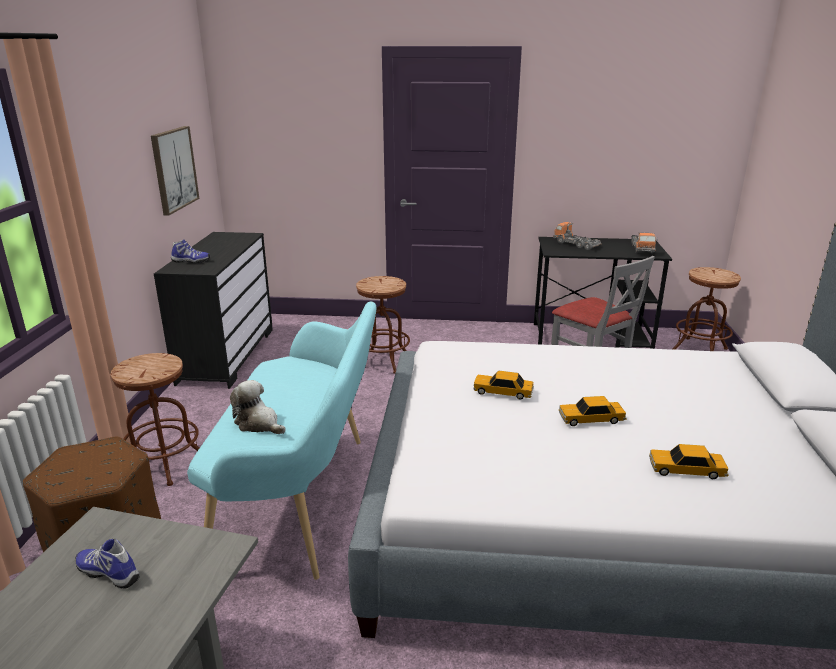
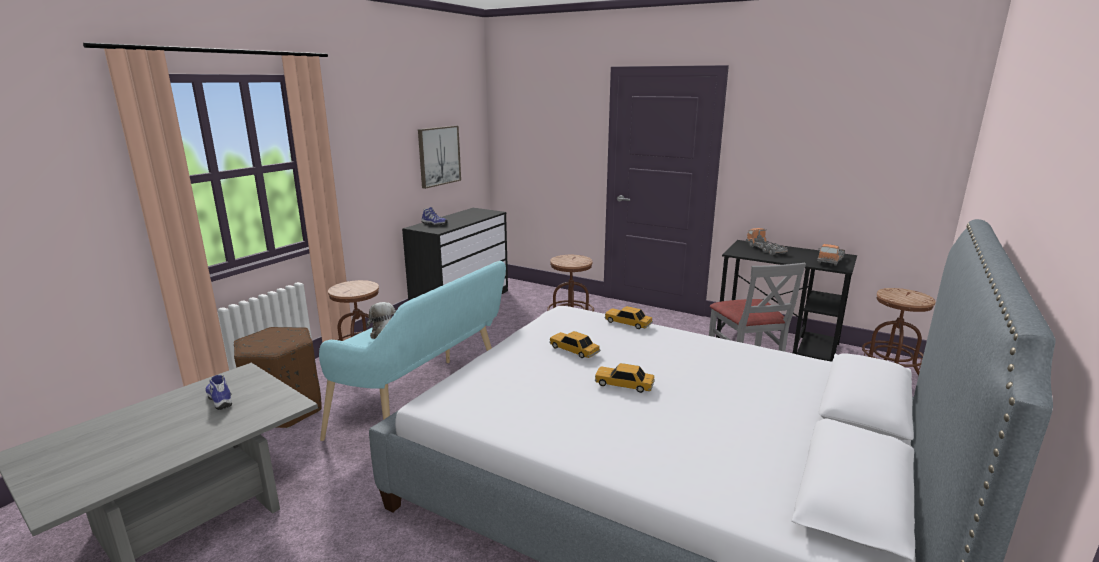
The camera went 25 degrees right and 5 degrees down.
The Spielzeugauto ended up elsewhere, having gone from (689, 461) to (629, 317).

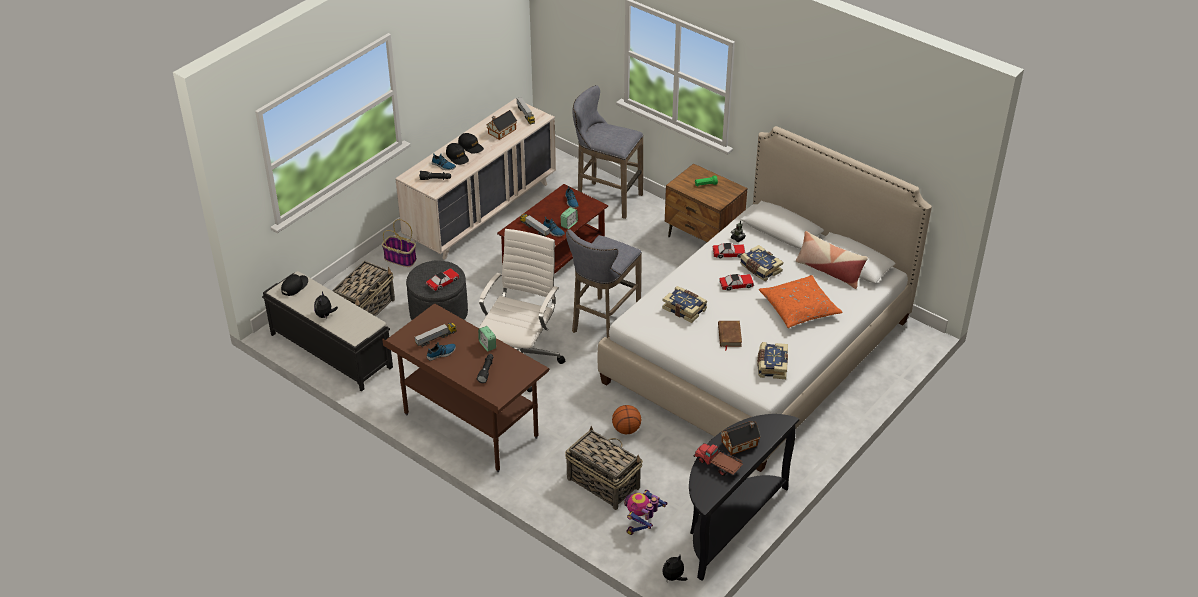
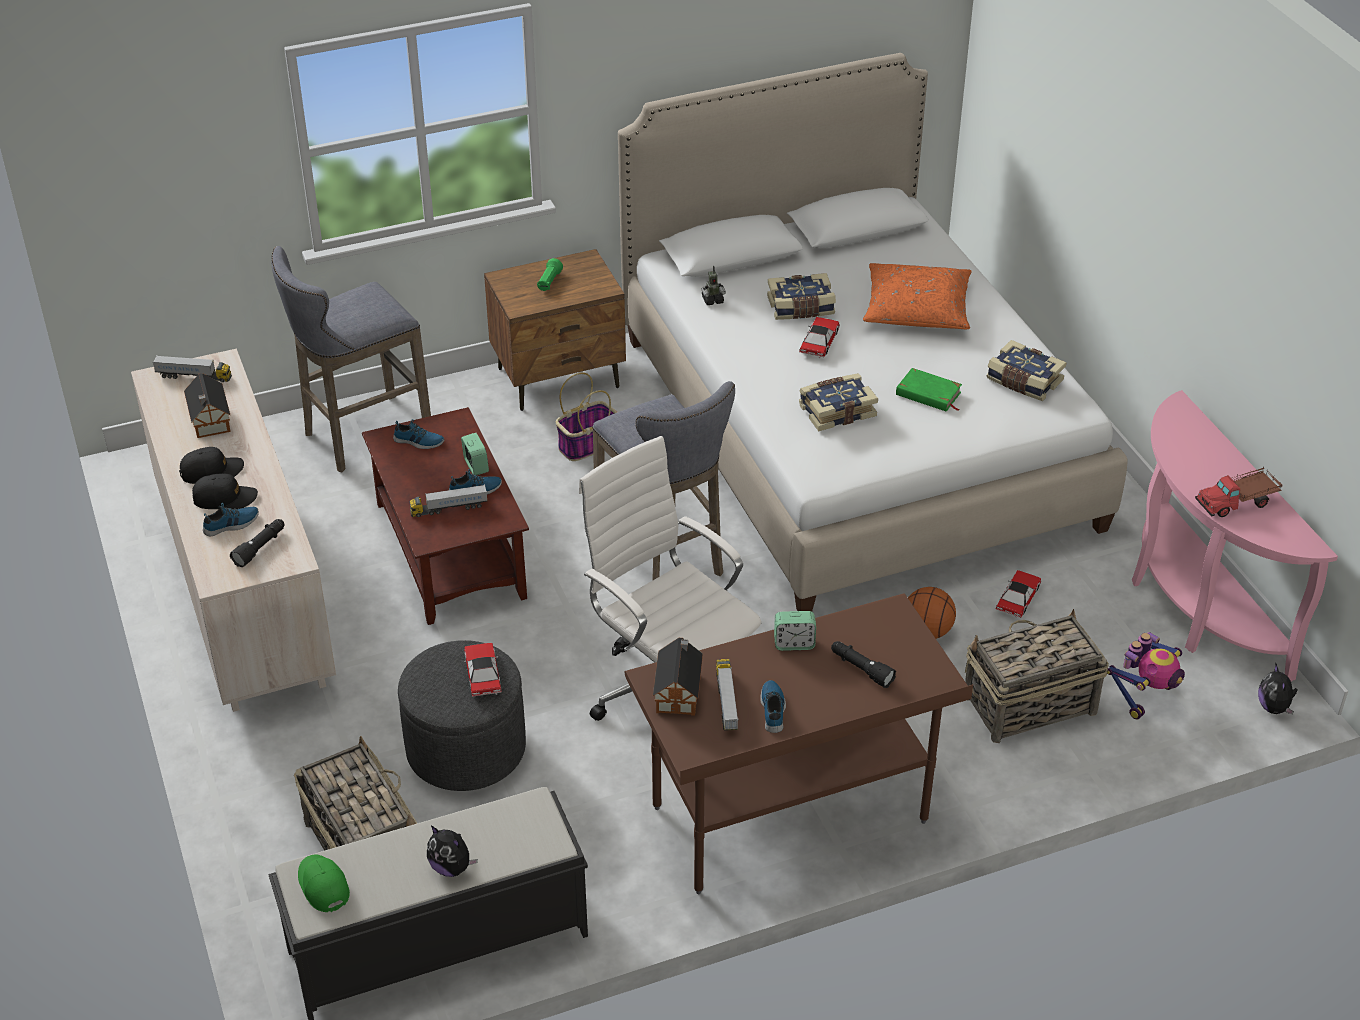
The camera went 60 degrees left and 0 degrees up.
The Korb ended up elsewhere, having gone from (399, 243) to (586, 416).
The second view lost the Kissen at (832, 260).
The Spielzeugauto ended up elsewhere, having gone from (728, 250) to (1018, 594).
What was the Kappe (schwarz) at (294, 285) turned into the Kappe (grün) at (324, 883).
What was the Buch (braun) at (730, 336) turned into the Buch (grün) at (929, 390).
What was the Konsolentisch (schwarz) at (744, 497) turned into the Konsolentisch (rosa) at (1235, 536).
The Spielzeughaus ended up elsewhere, having gone from (741, 438) to (678, 677).
The Spielzeugroboter at (646, 512) ended up facing another way, 105 degrees counterclockwise from before.

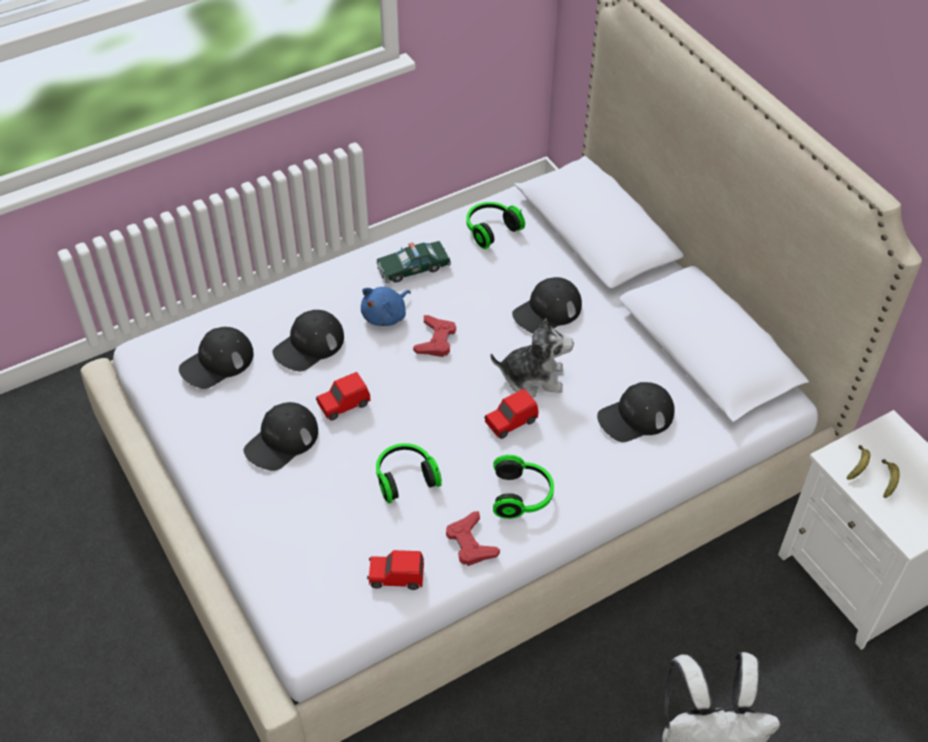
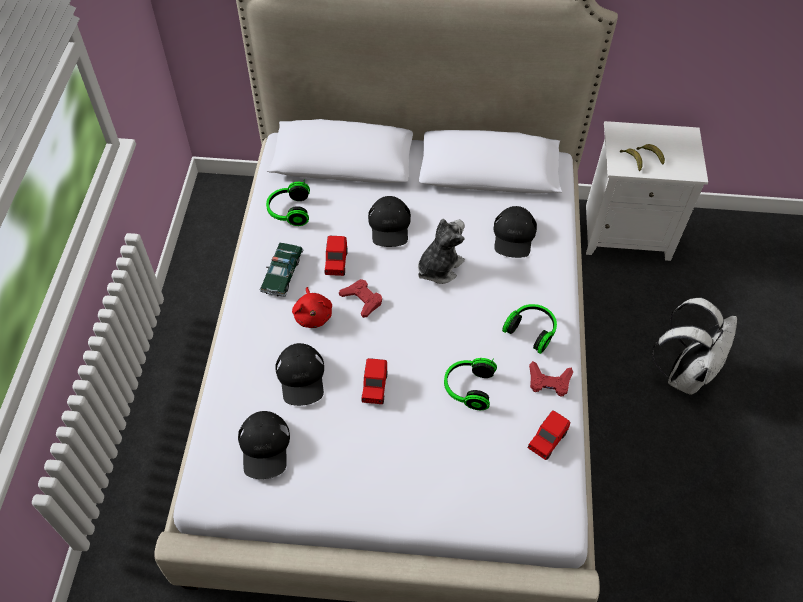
The camera went 55 degrees left and 5 degrees up.
What was the Plüschtier (blau) at (386, 306) turned into the Plüschtier (rot) at (312, 307).
The Spielzeugauto (rot) ended up elsewhere, having gone from (511, 414) to (336, 256).
The second view lost the Kappe (schwarz) at (281, 436).

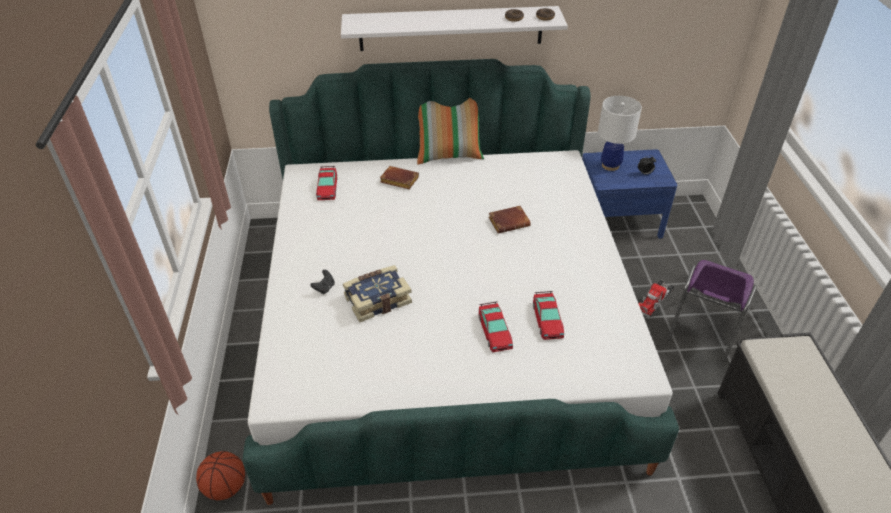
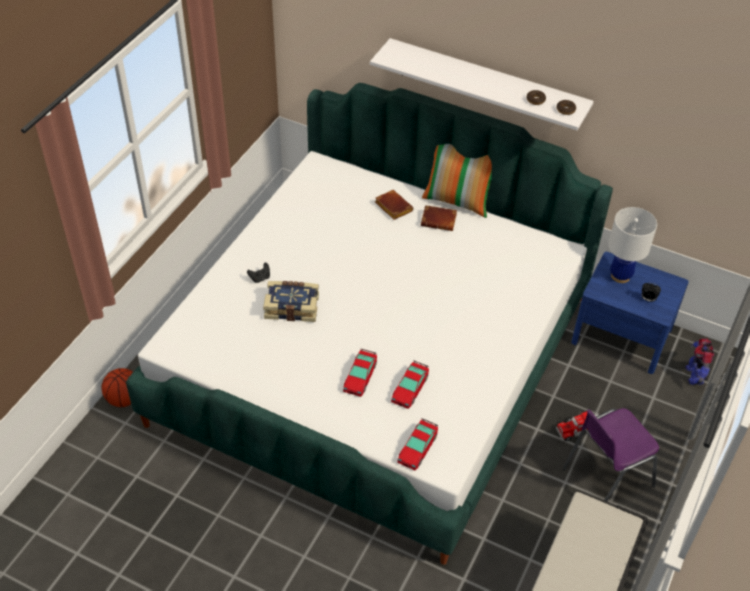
The camera went 30 degrees right and 5 degrees up.
The Spielzeugauto ended up elsewhere, having gone from (326, 183) to (417, 444).
The Buch (braun) ended up elsewhere, having gone from (510, 220) to (439, 218).
The second view gained the Spielzeugroboter at (699, 362).

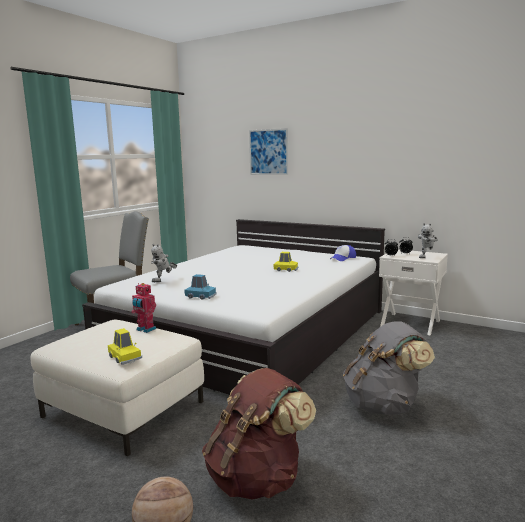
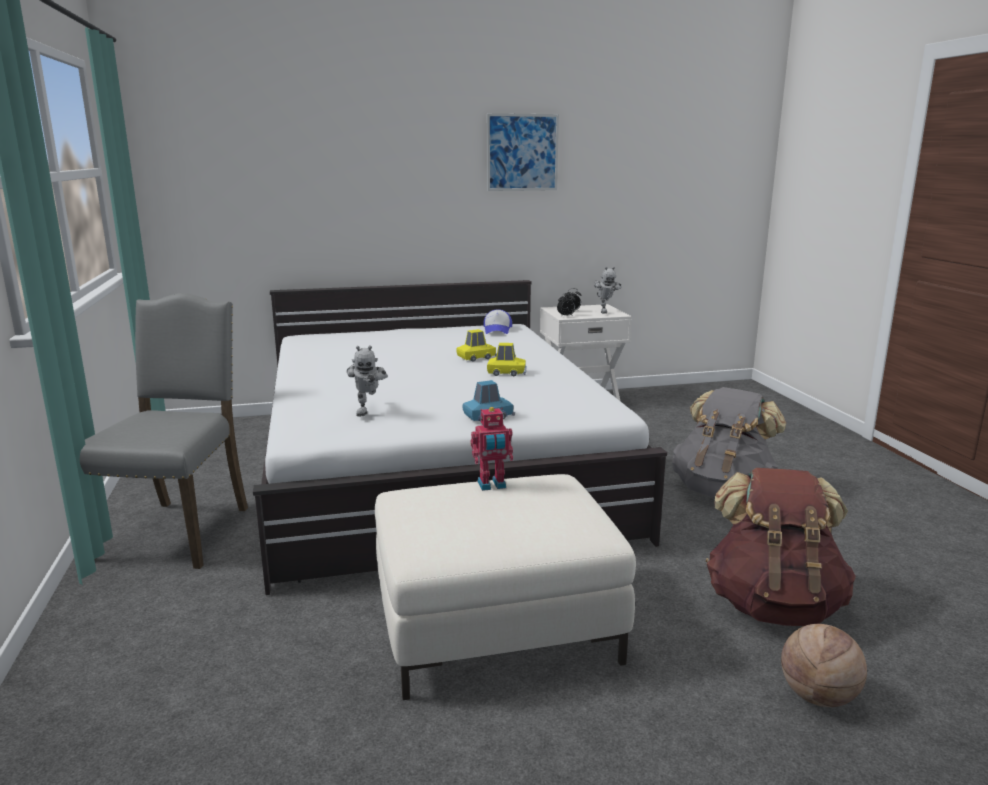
The camera went 45 degrees left and 5 degrees up.
The Bild ended up elsewhere, having gone from (268, 151) to (523, 152).
The Spielzeugauto (gelb) ended up elsewhere, having gone from (125, 346) to (507, 359).

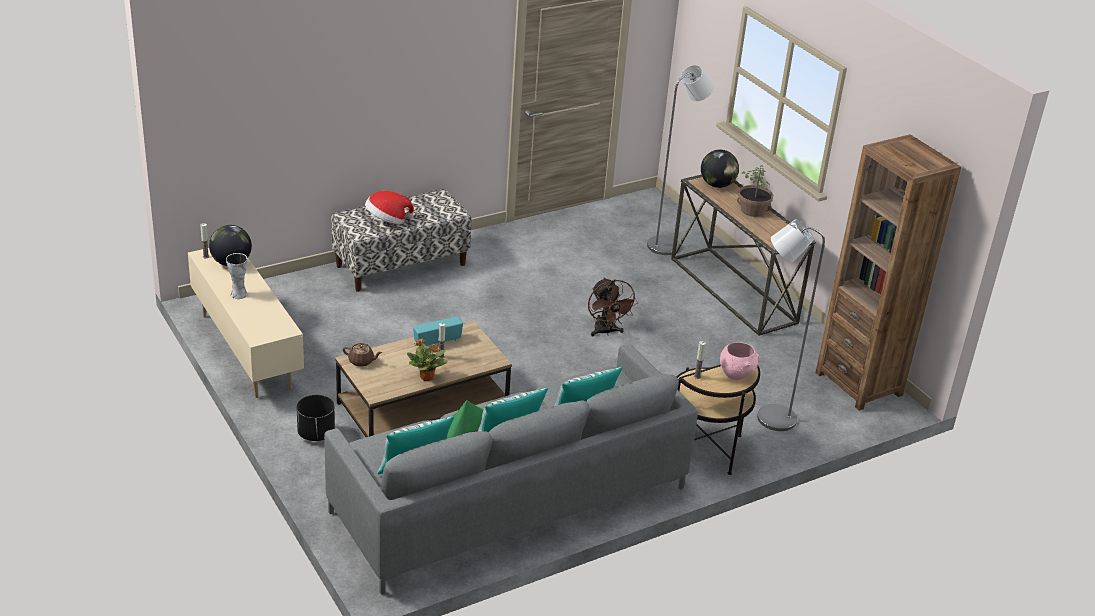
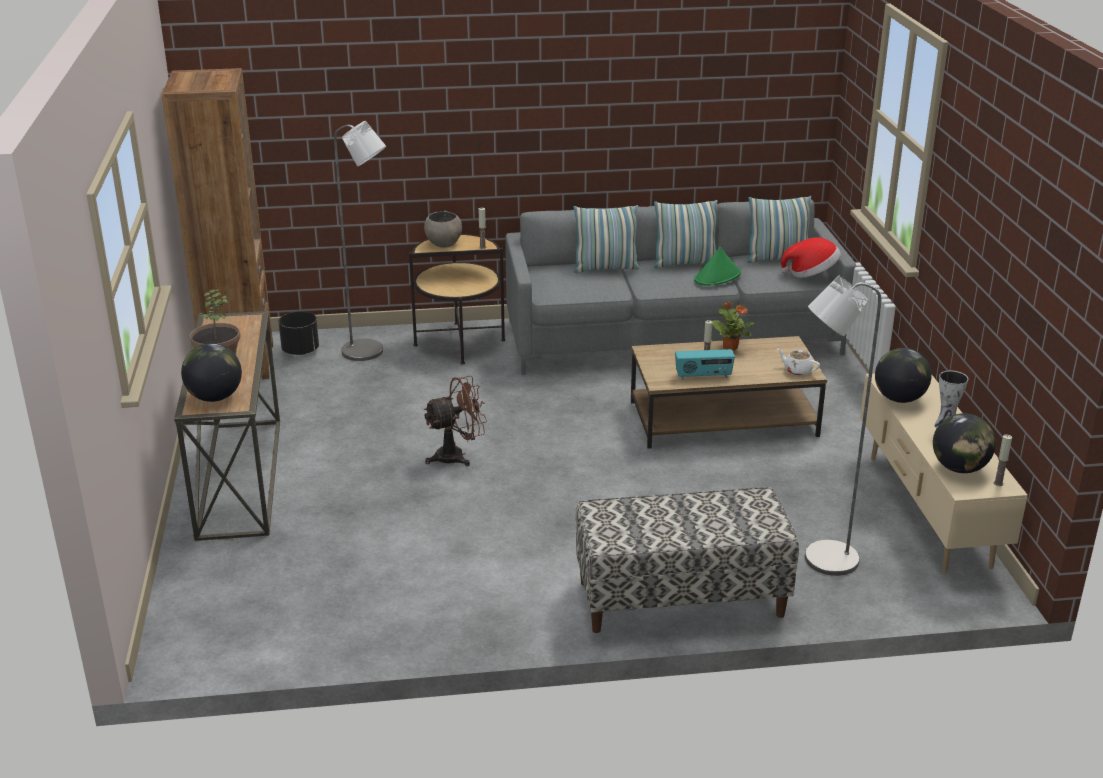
The camera went 155 degrees left and 5 degrees down.
The Stehlampe (grau) ended up elsewhere, having gone from (680, 160) to (843, 426).
The Hut ended up elsewhere, having gone from (389, 207) to (811, 258).
The Ventilator (braun) at (613, 307) ended up facing another way, 60 degrees clockwise from before.
What was the Schüssel (rosa) at (739, 361) turned into the Schüssel (grau) at (443, 229).
What was the Teekanne (braun) at (362, 355) turned into the Teekanne (weiß) at (799, 362).
The Pflanzkübel (schwarz) ended up elsewhere, having gone from (316, 418) to (298, 333).
The second view gained the Globus at (903, 375).

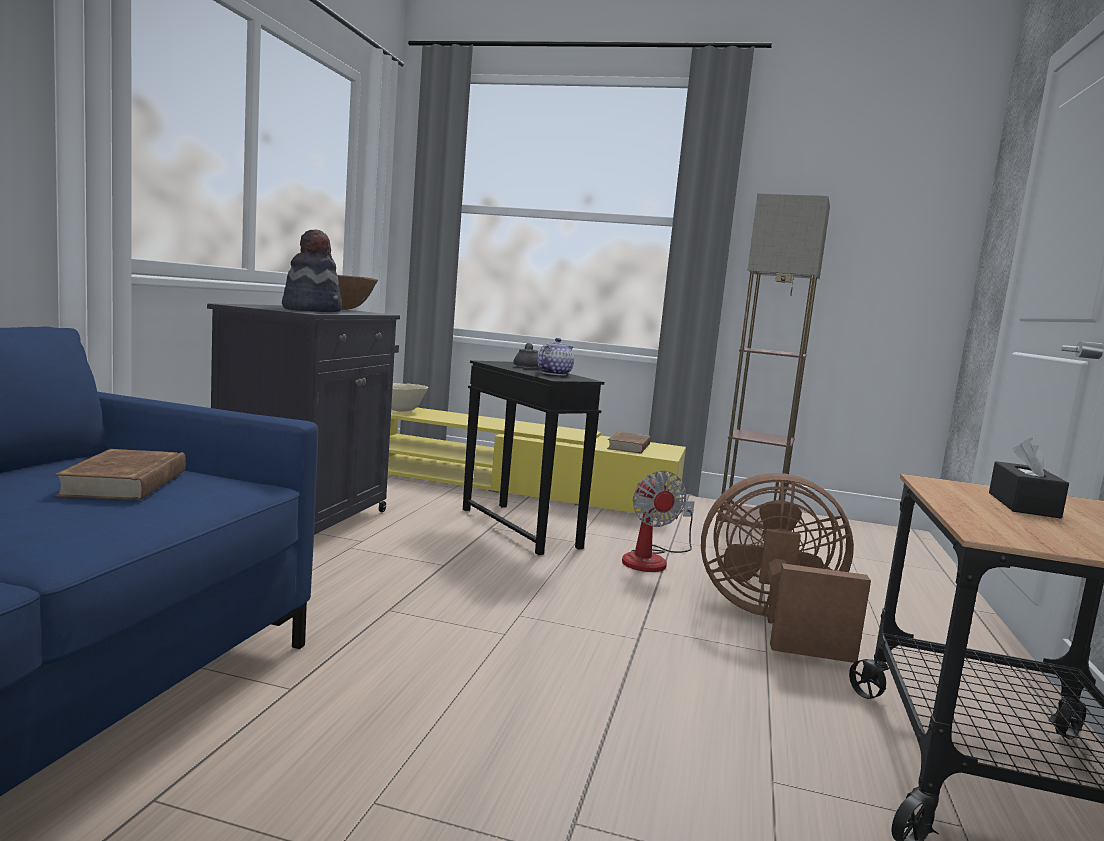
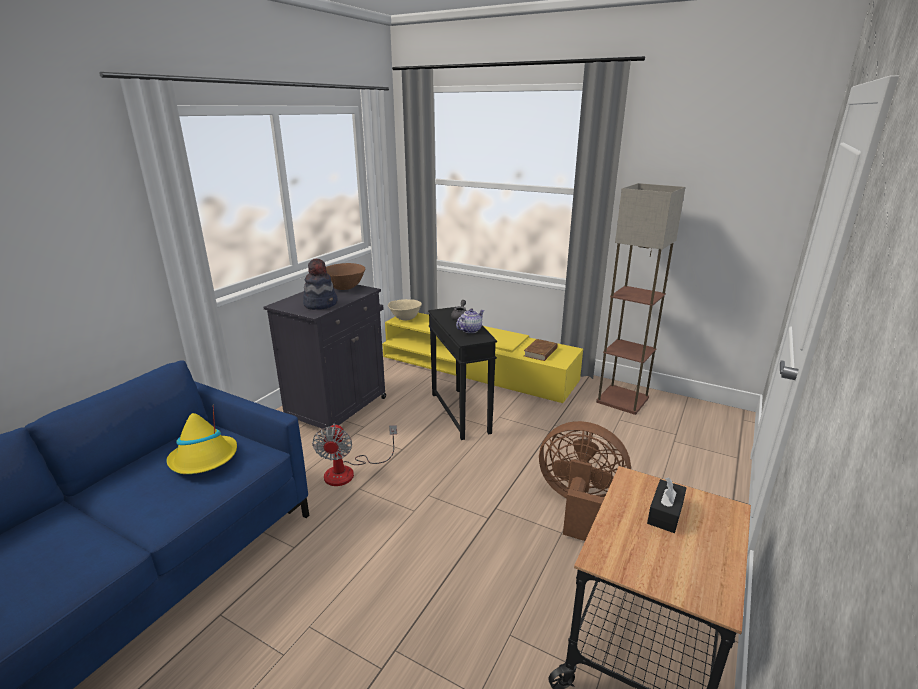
The camera went 15 degrees right and 15 degrees up.
Where the Buch (braun) stood at (120, 474), the Hut (gelb) came to stand at (201, 440).
The Ventilator ended up elsewhere, having gone from (658, 521) to (354, 455).

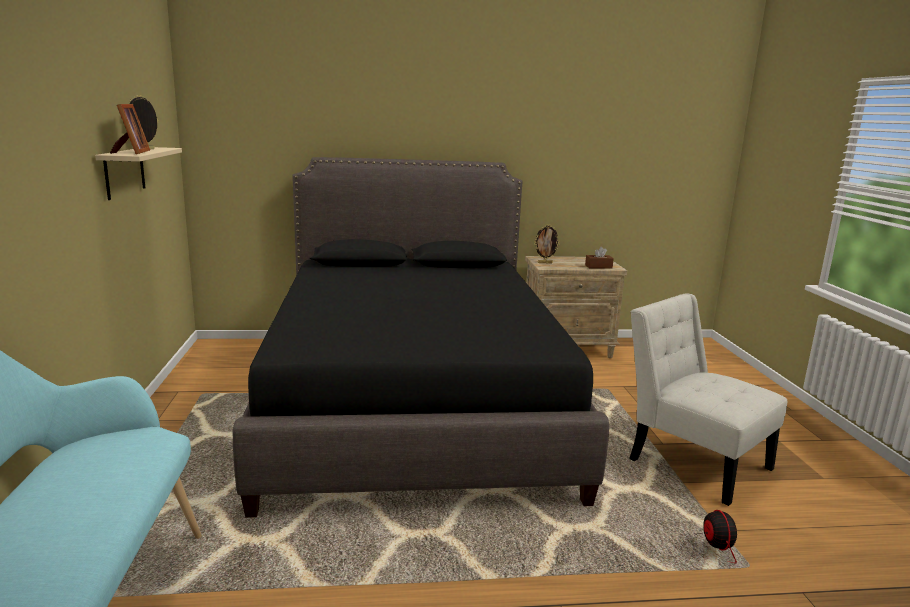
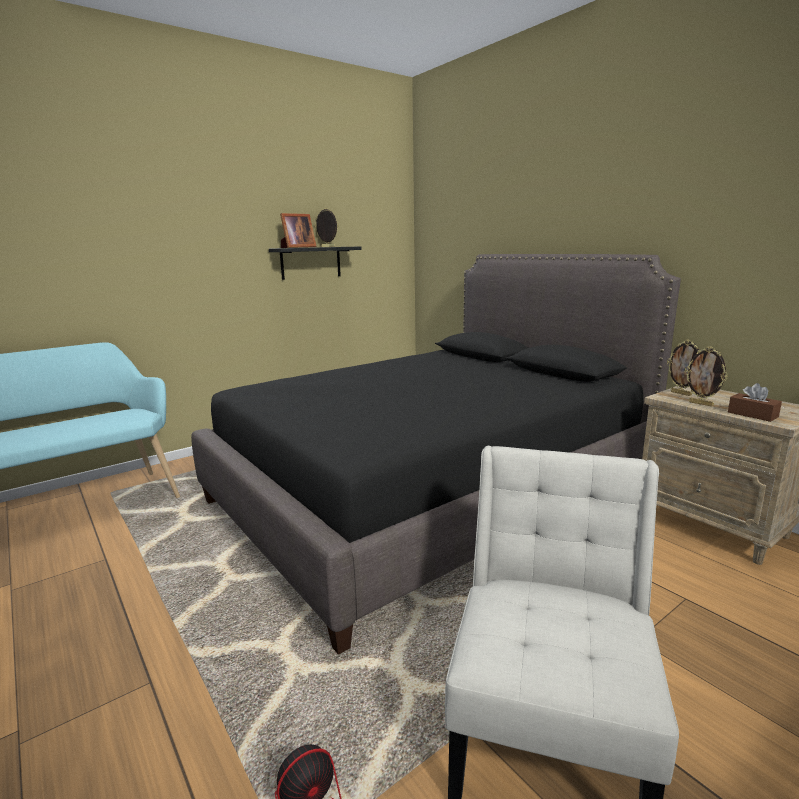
The camera went 60 degrees right and 0 degrees up.
What was the Wandregal (beige) at (138, 173) turned into the Wandregal (schwarz) at (315, 263).
The second view gained the Bilderrahmen at (706, 376).

